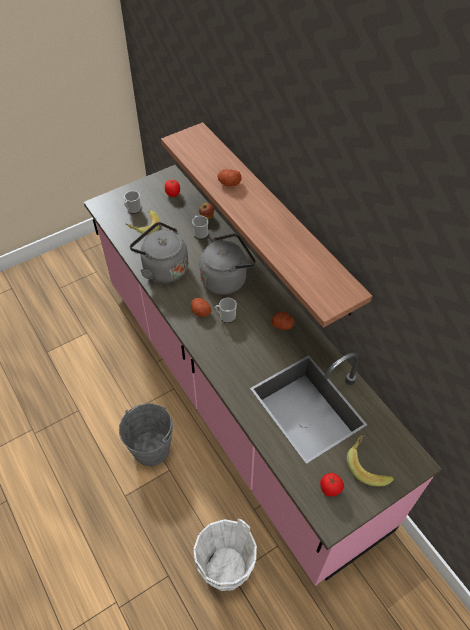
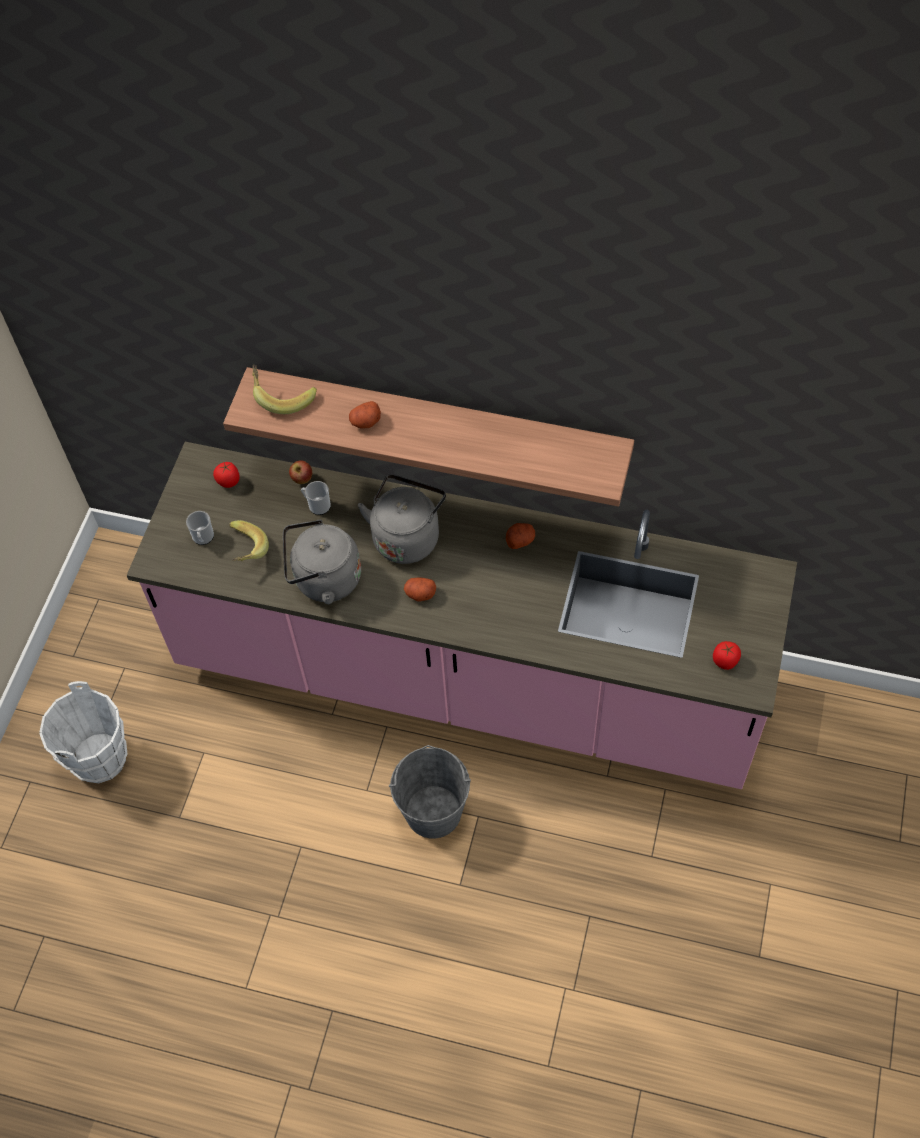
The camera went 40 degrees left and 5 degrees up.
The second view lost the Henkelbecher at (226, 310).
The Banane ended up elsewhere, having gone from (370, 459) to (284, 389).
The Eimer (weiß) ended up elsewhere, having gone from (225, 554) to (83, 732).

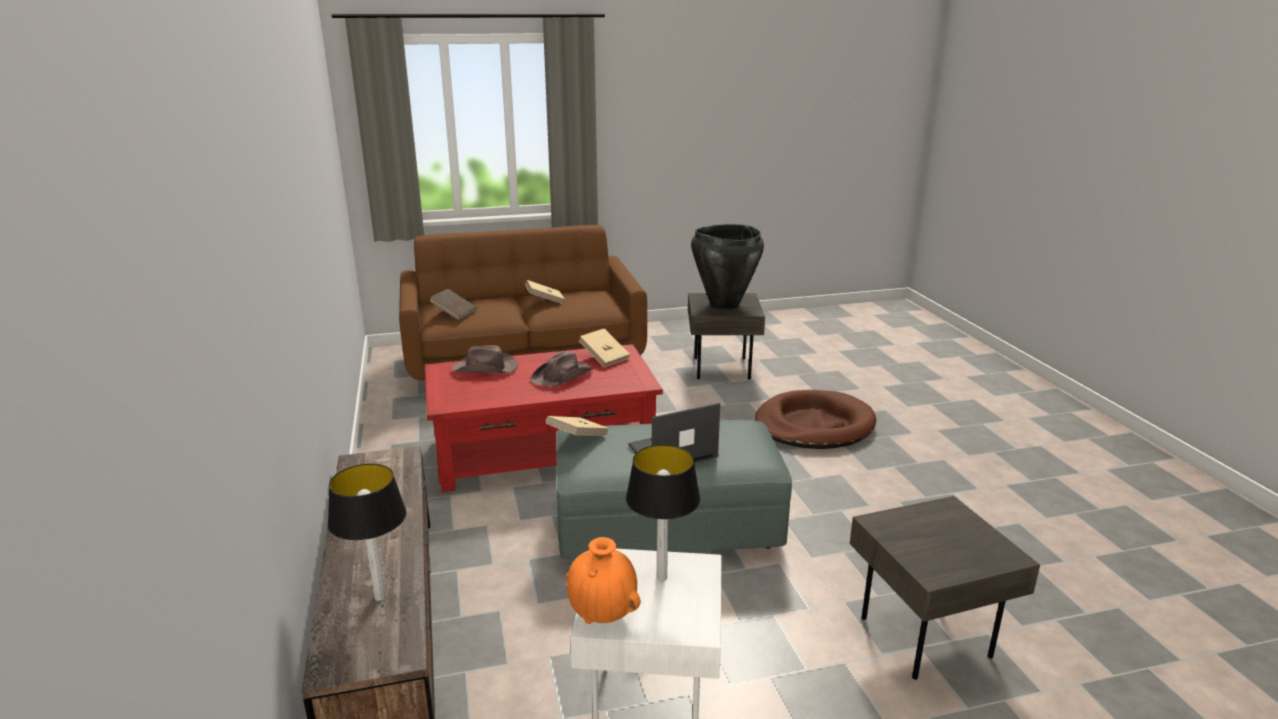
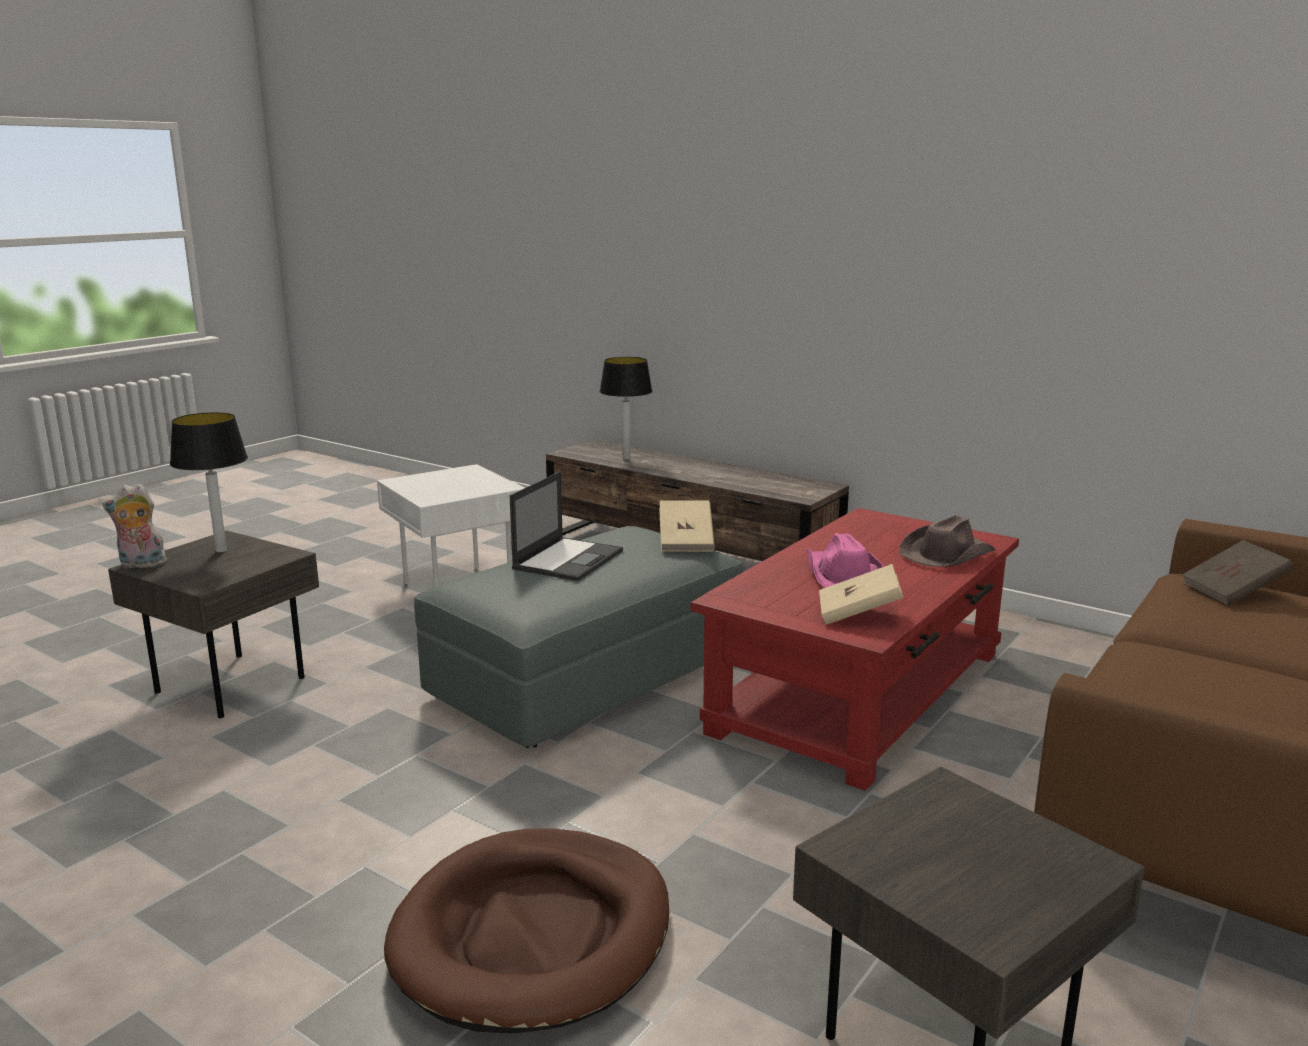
The camera went 140 degrees right and 5 degrees down.
The second view lost the Vase (schwarz) at (727, 267).
The second view lost the Buch (beige) at (545, 292).
What was the Hut (braun) at (561, 369) turned into the Hut (rosa) at (844, 560).
The Tischlampe ended up elsewhere, having gone from (663, 513) to (209, 482).
The second view lost the Vase (orange) at (603, 580).
The second view gained the Plüschtier at (134, 526).

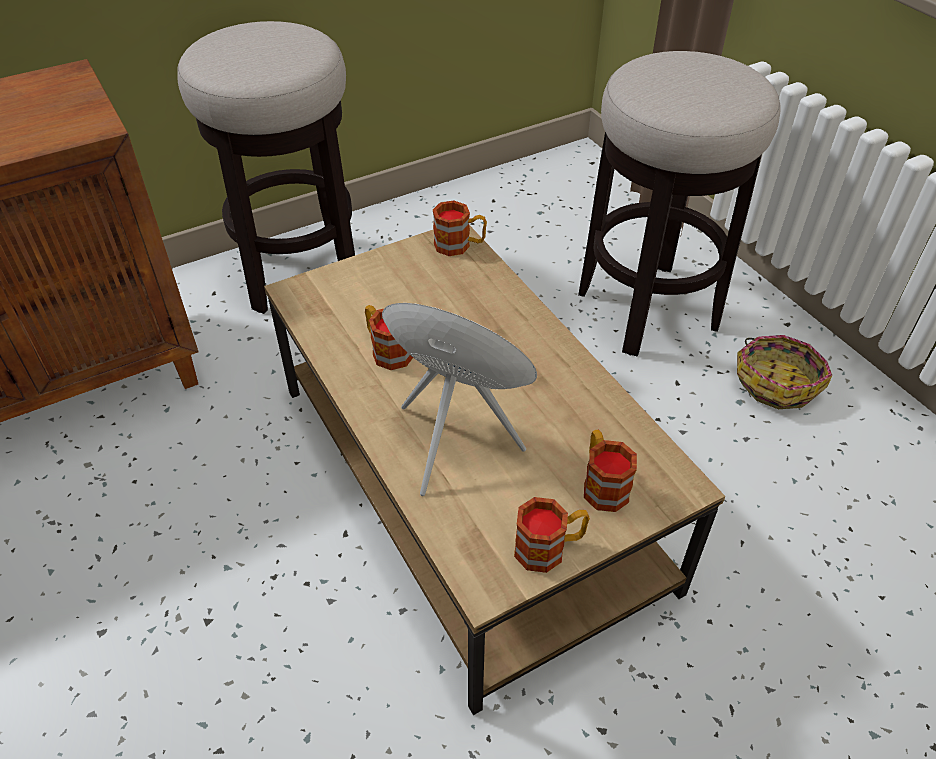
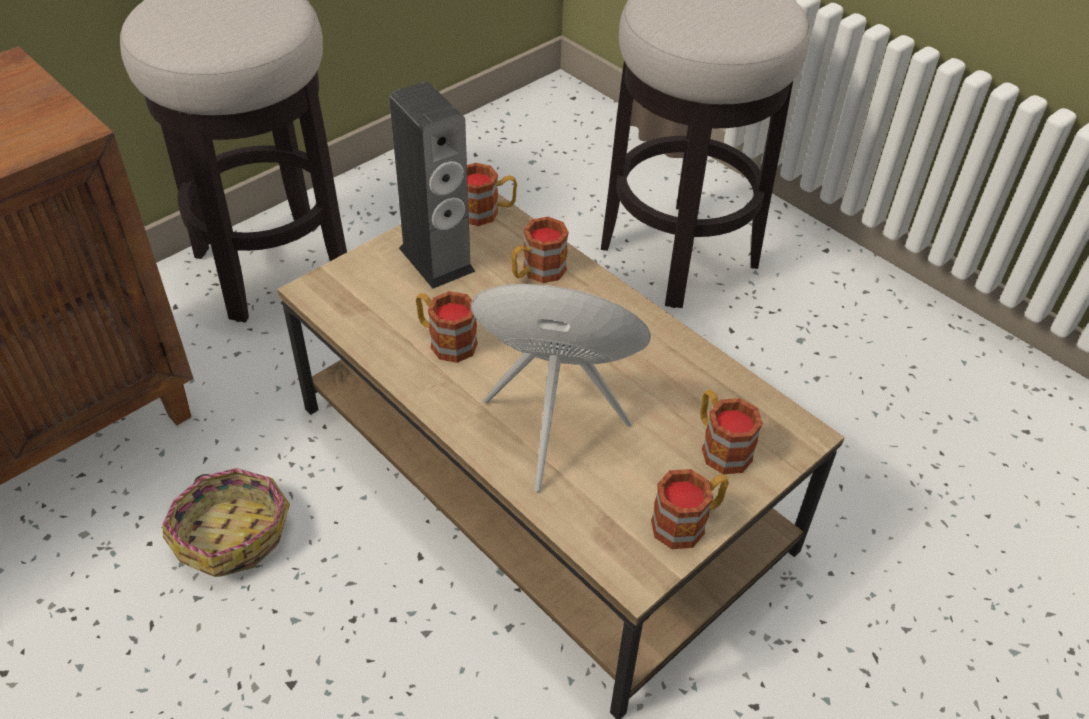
The camera went 15 degrees left and 0 degrees up.
The Korb ended up elsewhere, having gone from (784, 372) to (226, 522).
The second view gained the Lautsprecher at (432, 185).
The second view gained the Henkelbecher at (540, 250).

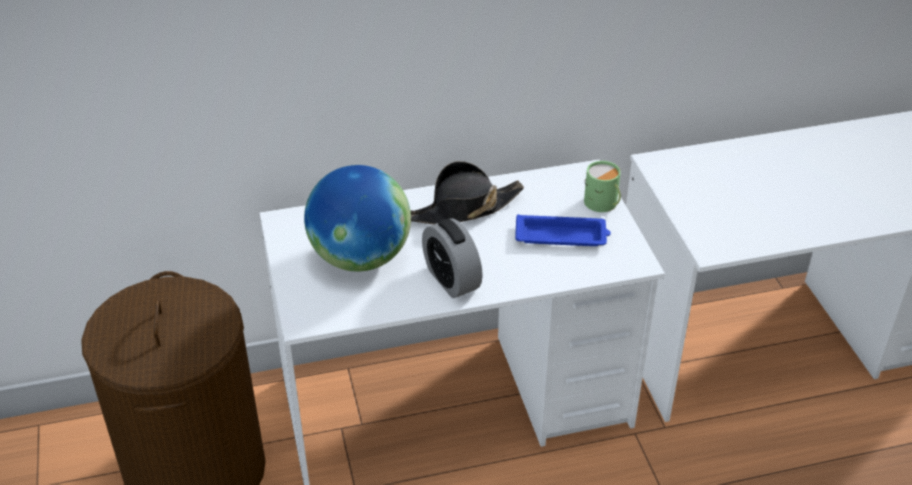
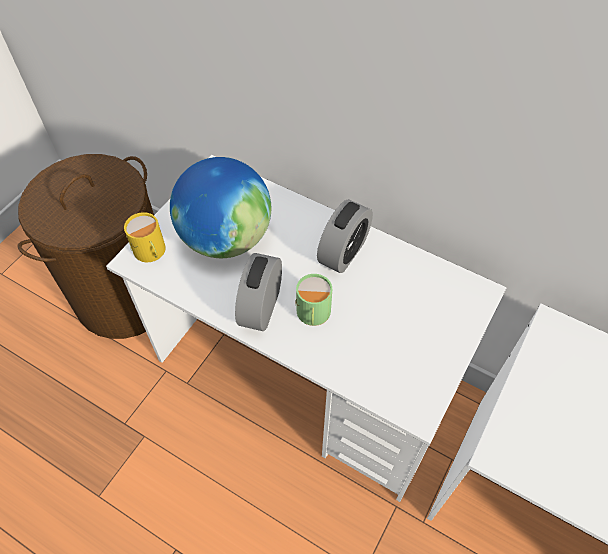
The camera went 45 degrees right and 15 degrees up.
Where the Hut (schwarz) stood at (467, 192), the Wecker came to stand at (345, 236).
The Henkelbecher (grün) ended up elsewhere, having gone from (602, 186) to (313, 300).
The second view lost the Tablett (blau) at (563, 230).
The second view gained the Henkelbecher (gelb) at (145, 237).

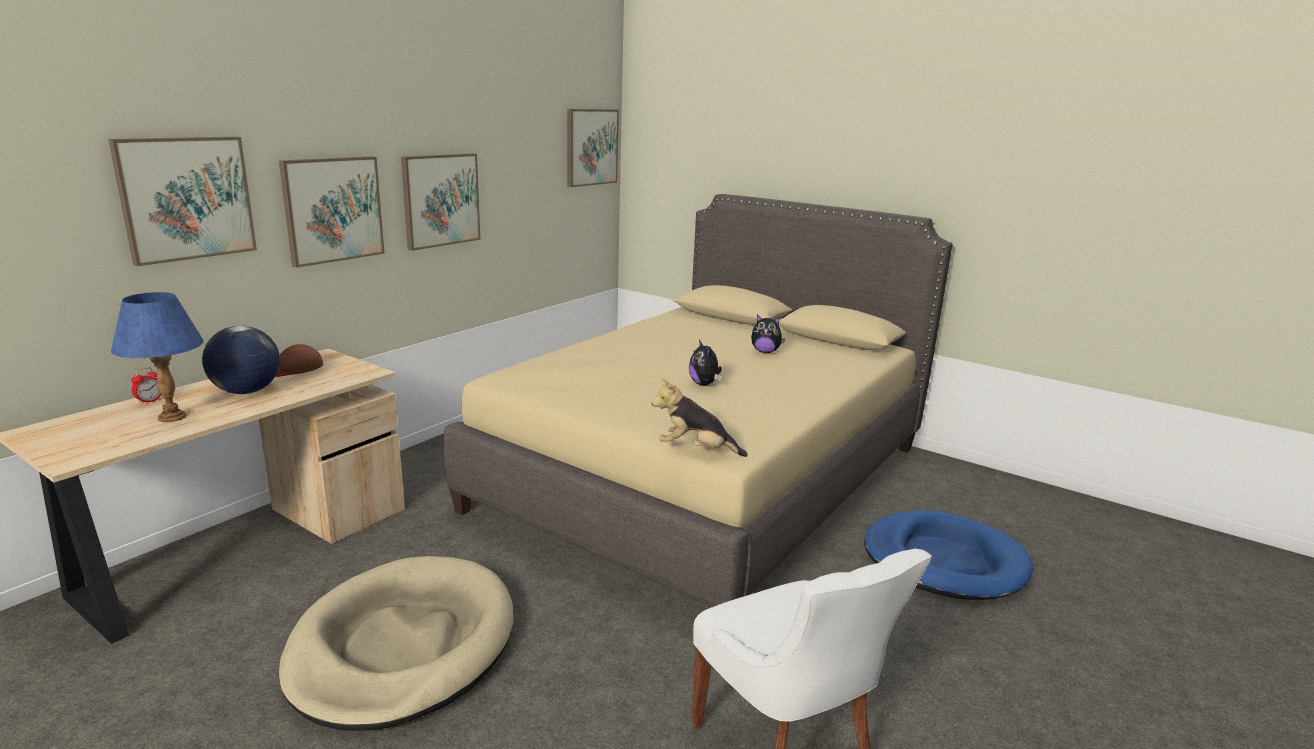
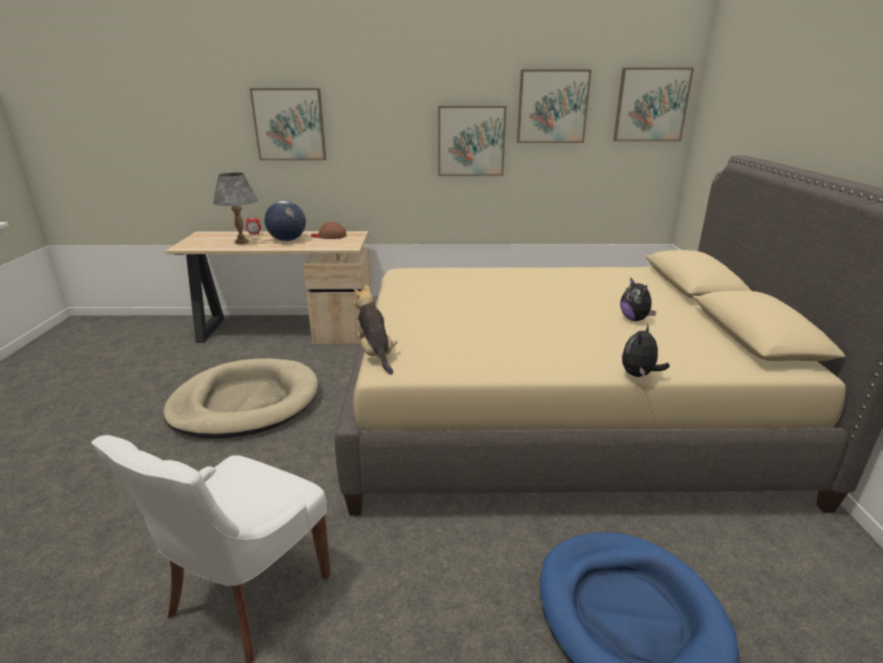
The camera went 55 degrees right and 5 degrees up.
The Bild ended up elsewhere, having gone from (332, 212) to (554, 106).
What was the Tischlampe (blau) at (157, 357) turned into the Tischlampe (grau) at (235, 208).
The Plüschtier ended up elsewhere, having gone from (705, 363) to (646, 350).

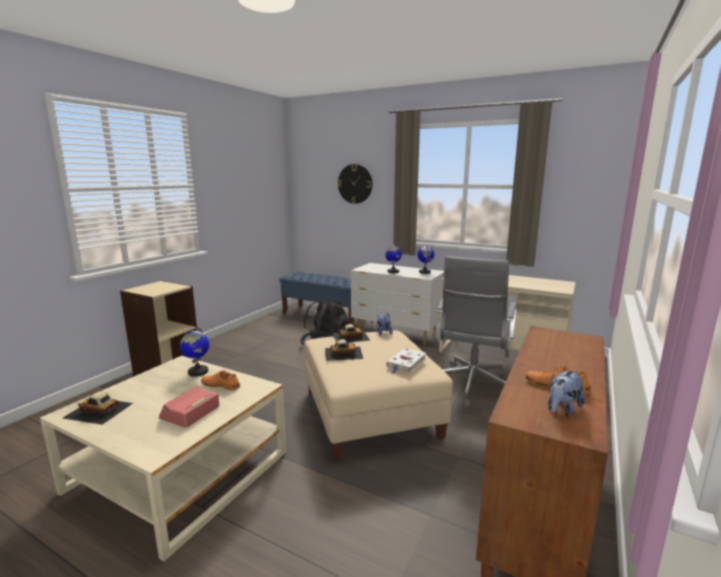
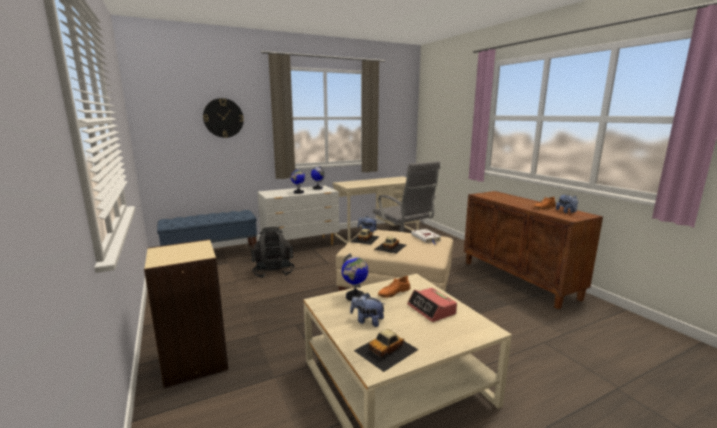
The camera went 55 degrees left and 0 degrees up.
The second view gained the Plüschtier at (368, 310).

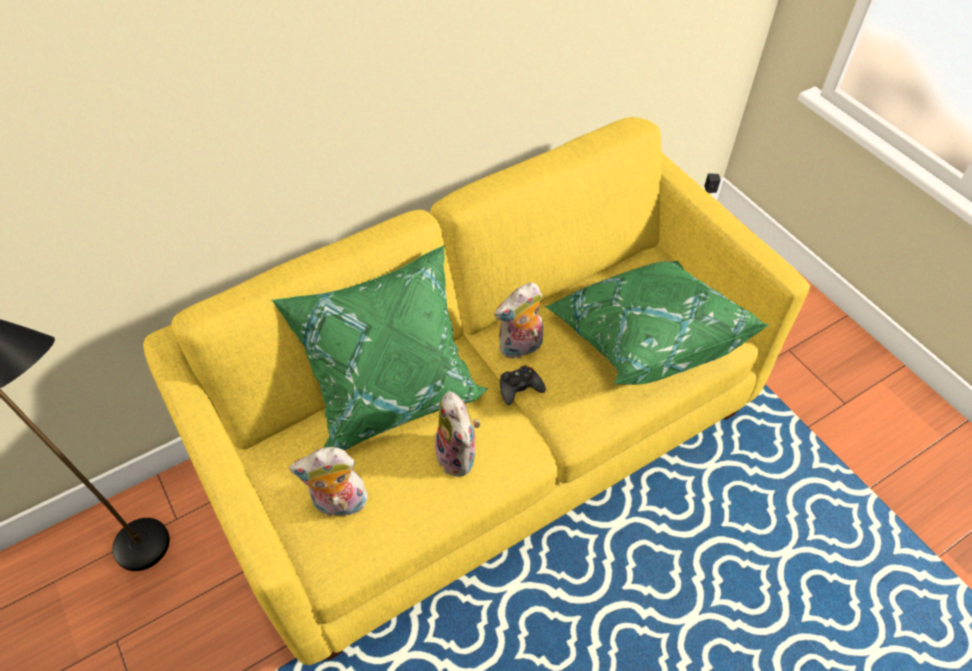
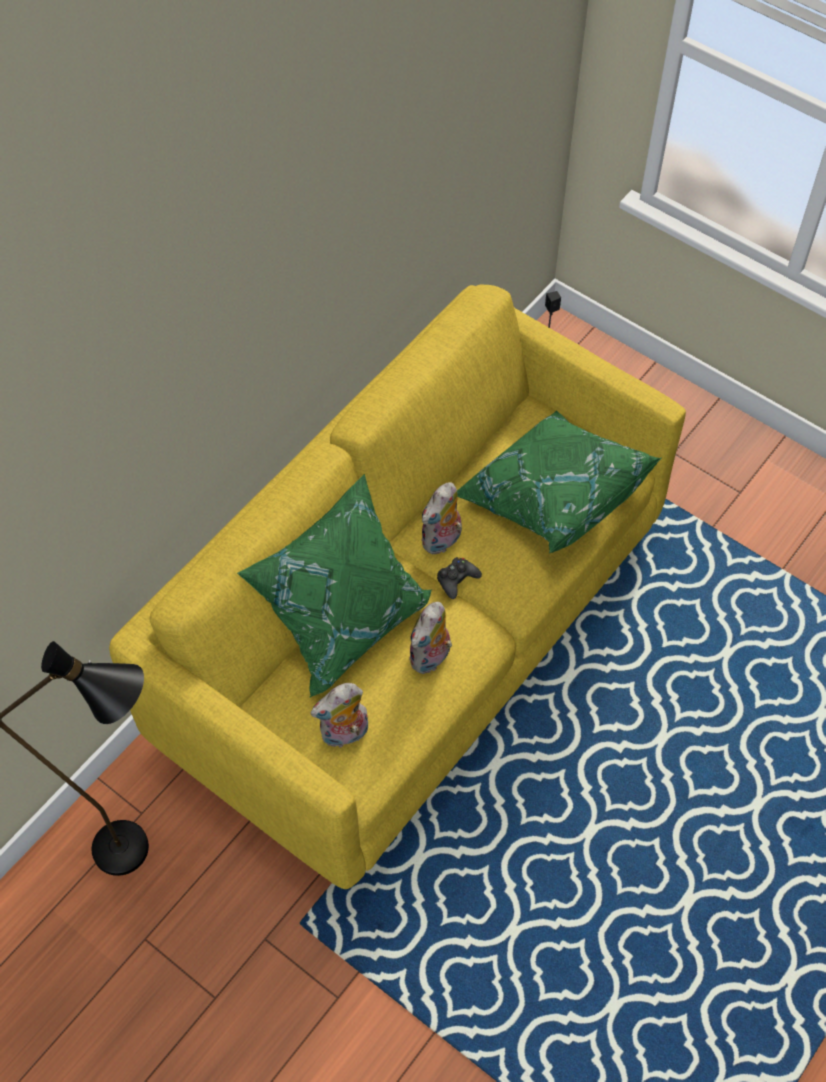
The camera went 20 degrees left and 5 degrees up.
The Plüschtier at (458, 434) ended up facing another way, 75 degrees clockwise from before.

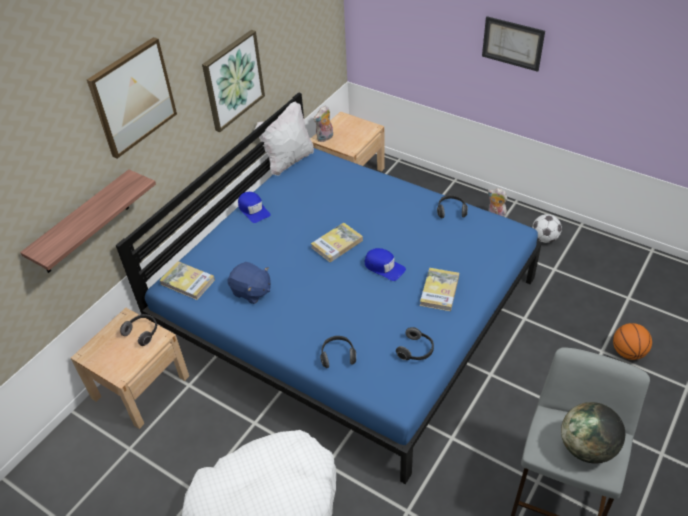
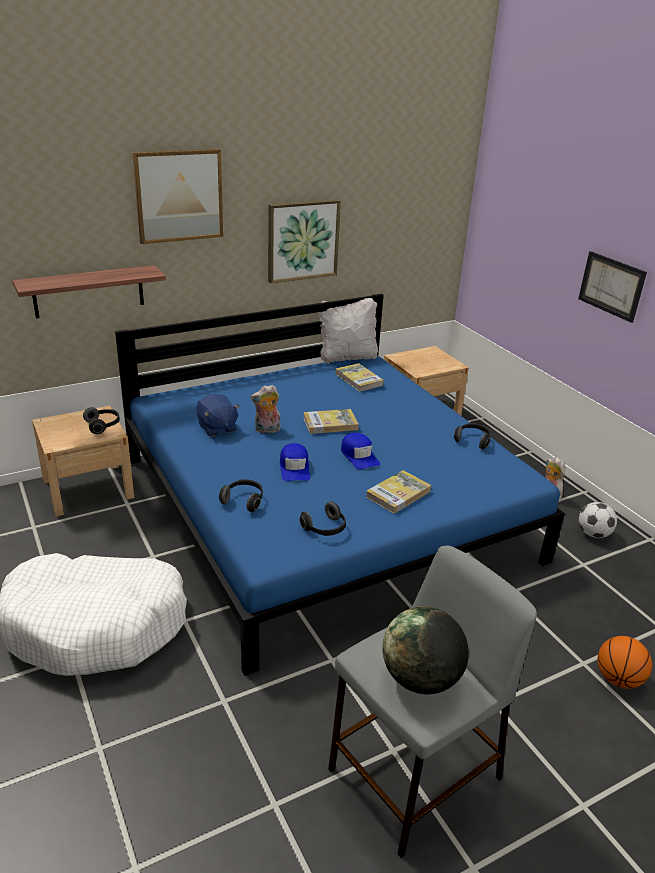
The camera went 25 degrees right and 15 degrees down.
The Plüschtier ended up elsewhere, having gone from (323, 124) to (266, 409).
The Kappe (blau) ended up elsewhere, having gone from (254, 207) to (295, 462).
The Buch ended up elsewhere, having gone from (187, 280) to (360, 377).

